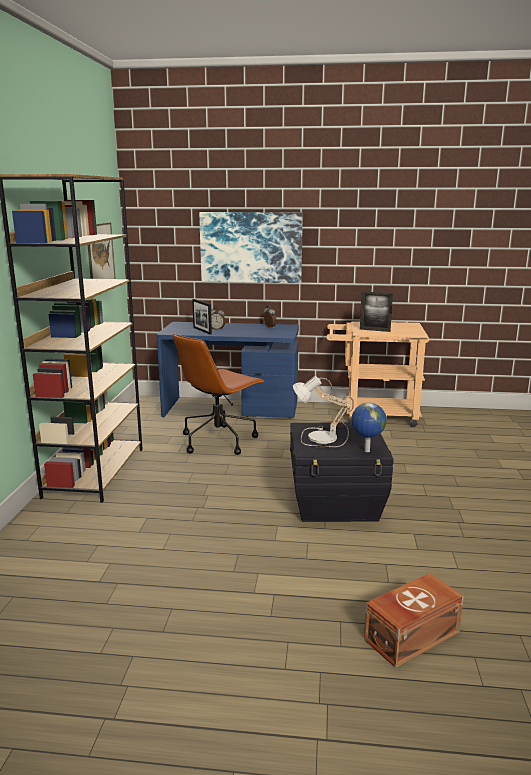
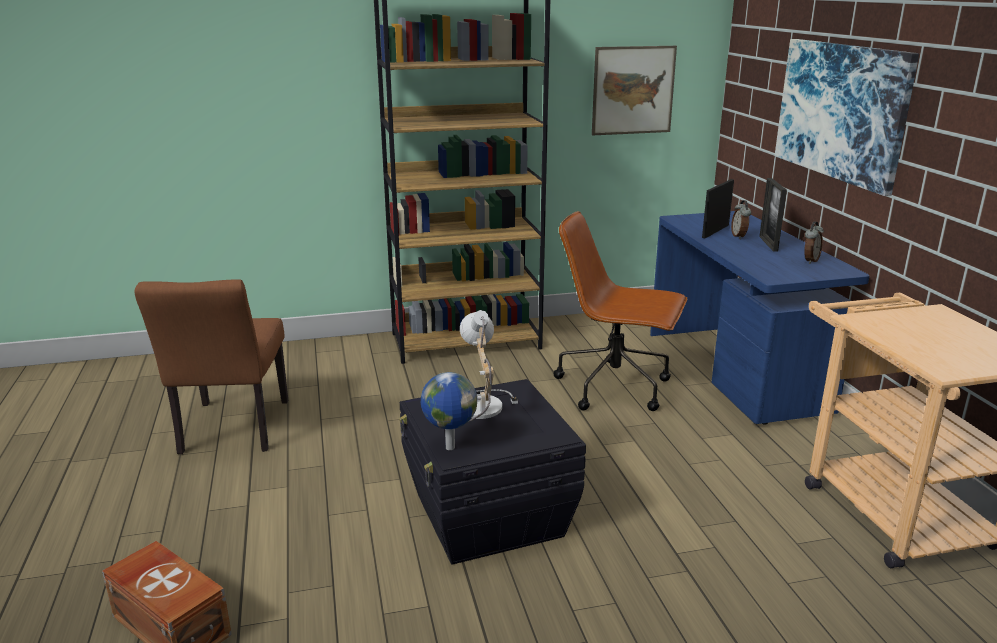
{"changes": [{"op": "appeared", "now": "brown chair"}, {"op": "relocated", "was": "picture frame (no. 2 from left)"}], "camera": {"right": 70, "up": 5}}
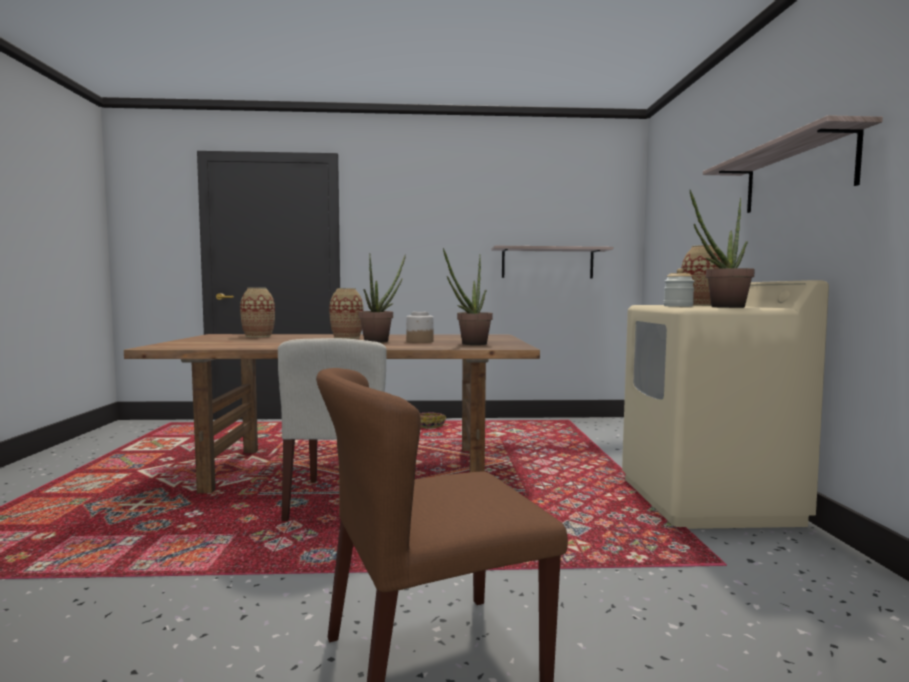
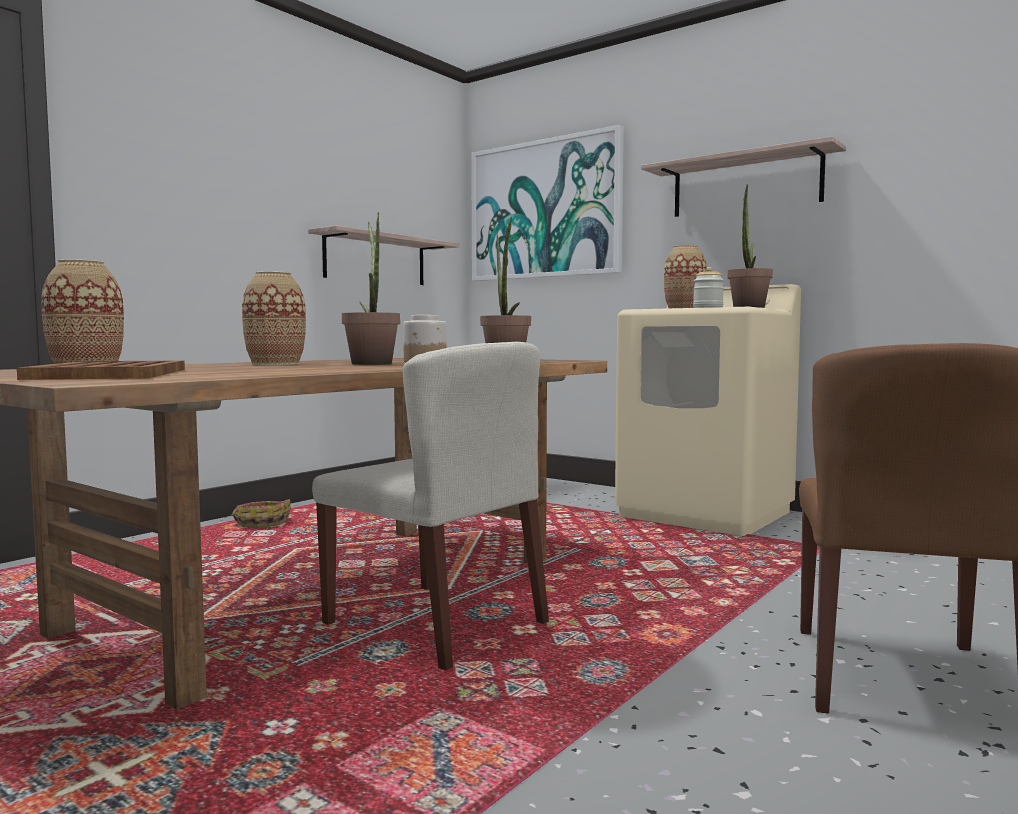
{"changes": [{"op": "appeared", "now": "brown tray"}, {"op": "appeared", "now": "picture"}], "camera": {"right": -50, "up": 0}}
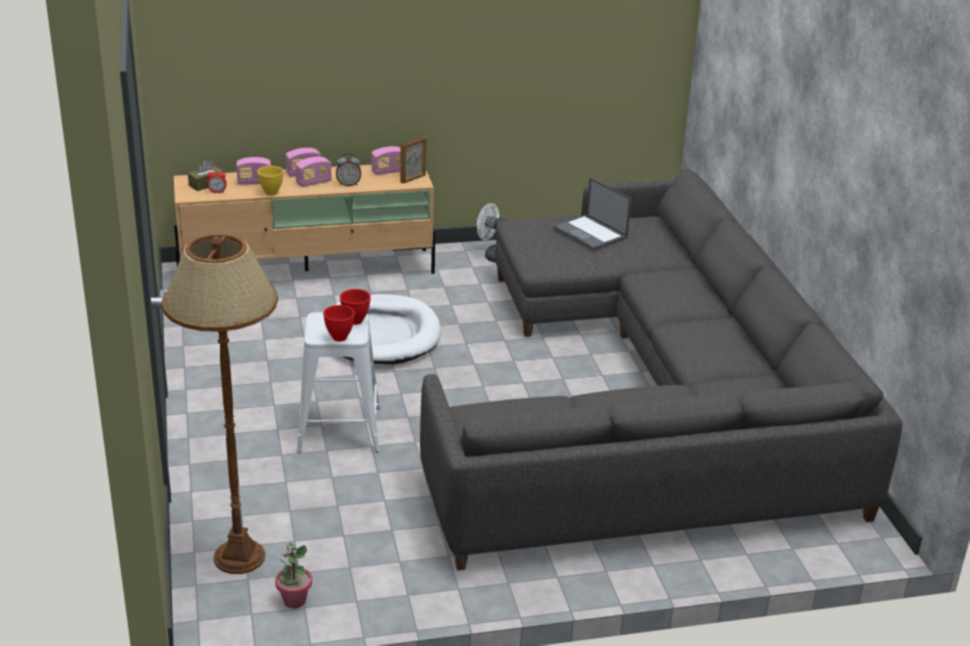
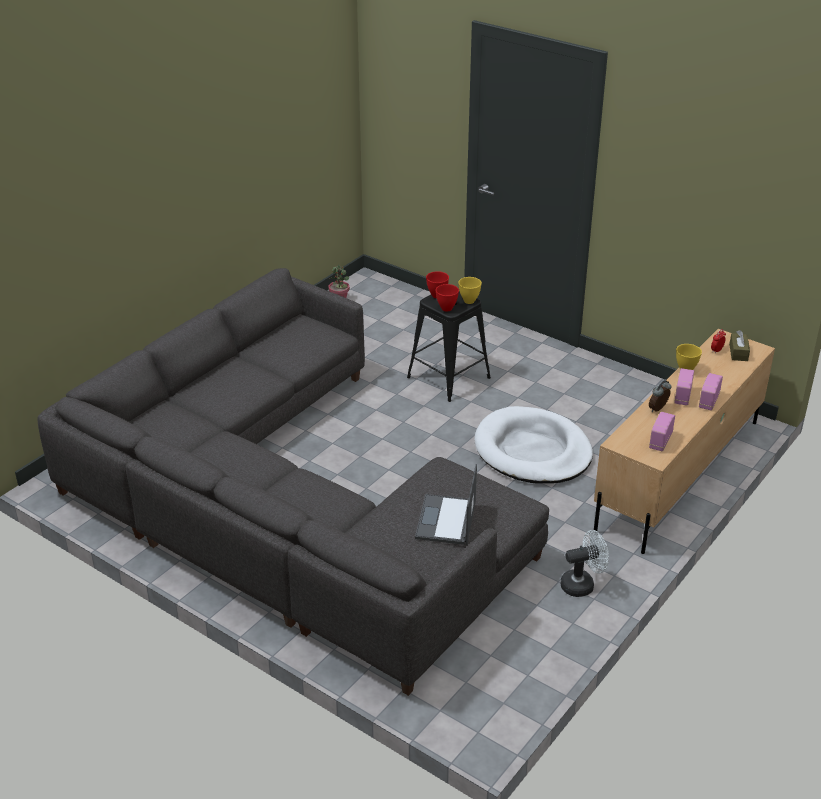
{"changes": [{"op": "colour", "was": "white stool", "now": "black stool"}, {"op": "spun", "was": "laptop", "clockwise": -90}, {"op": "appeared", "now": "yellow bowl (no. 1 from left)"}, {"op": "missing", "was": "brown floor lamp"}, {"op": "missing", "was": "radio (no. 1 from left)"}, {"op": "missing", "was": "picture frame"}], "camera": {"right": 140, "up": 5}}
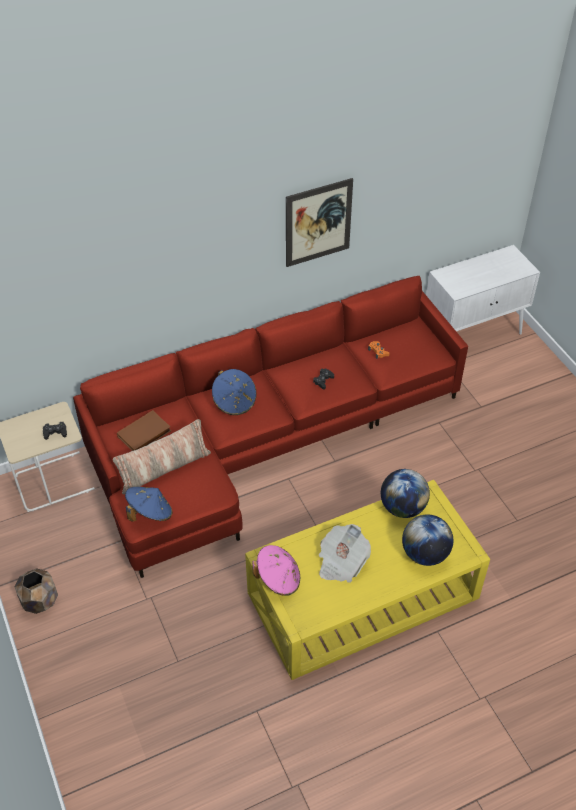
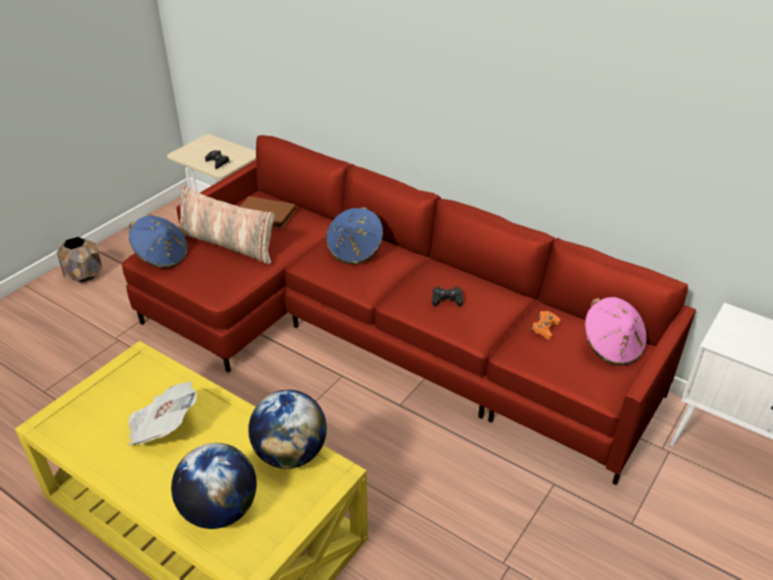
{"changes": [{"op": "relocated", "was": "pink hat"}, {"op": "missing", "was": "picture"}], "camera": {"right": 60, "up": -10}}
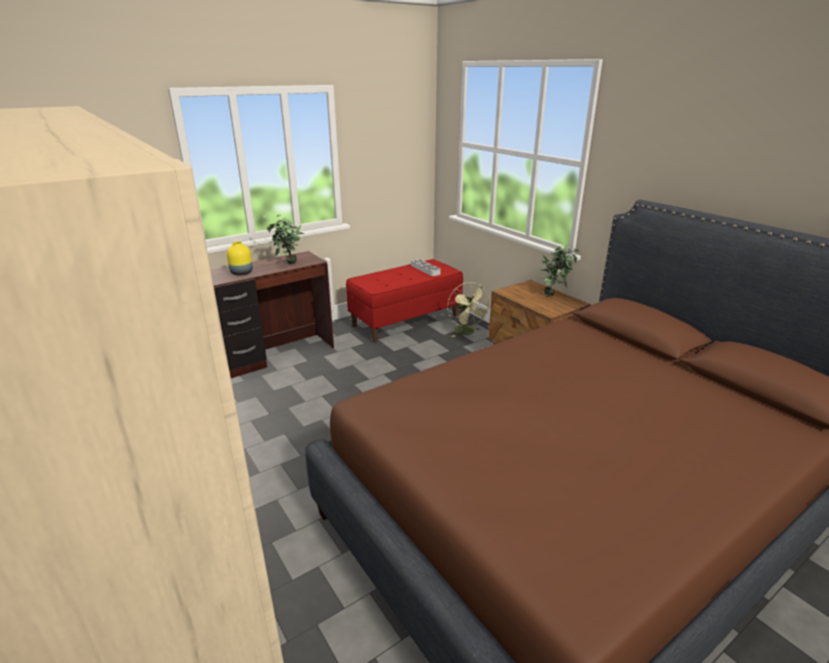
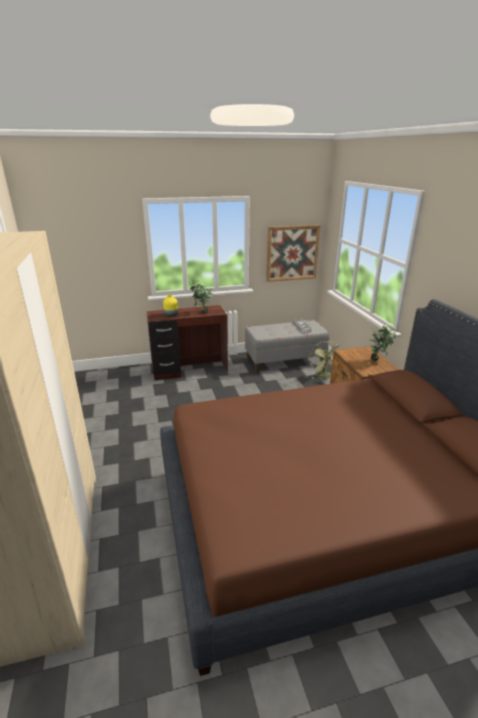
{"changes": [{"op": "colour", "was": "red bench", "now": "grey bench"}, {"op": "appeared", "now": "picture"}], "camera": {"right": 20, "up": 0}}
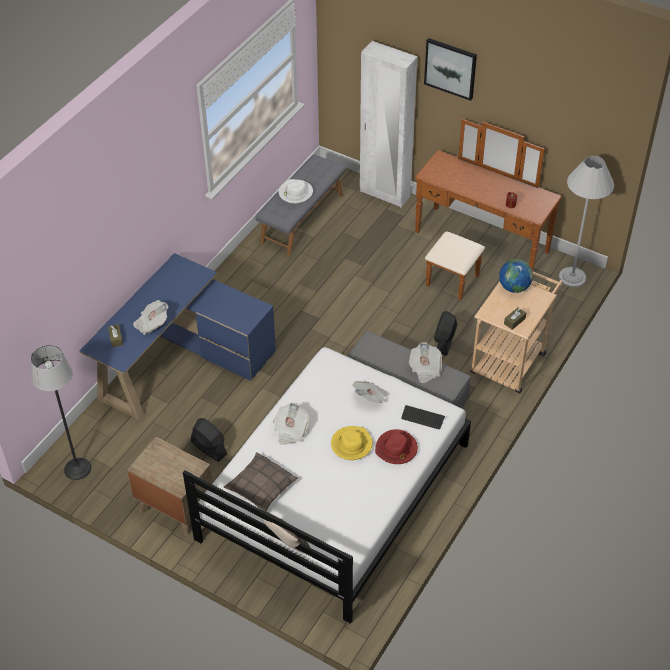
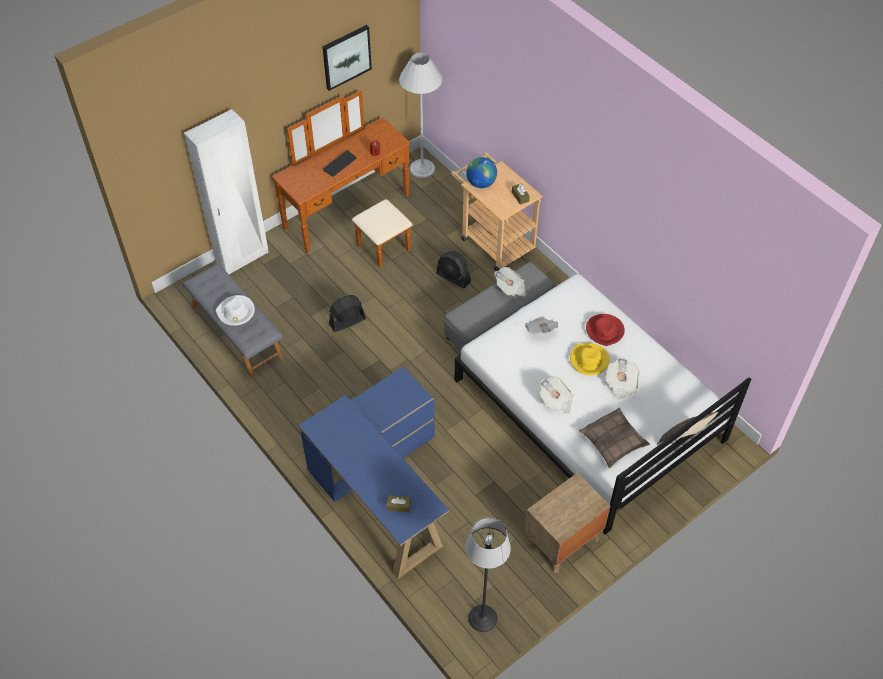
{"changes": [{"op": "relocated", "was": "picture"}, {"op": "relocated", "was": "keyboard"}, {"op": "relocated", "was": "black fan (no. 1 from left)"}, {"op": "relocated", "was": "newspaper (no. 1 from left in the first image)", "now": "newspaper (no. 4 from left)"}], "camera": {"right": -70, "up": 5}}
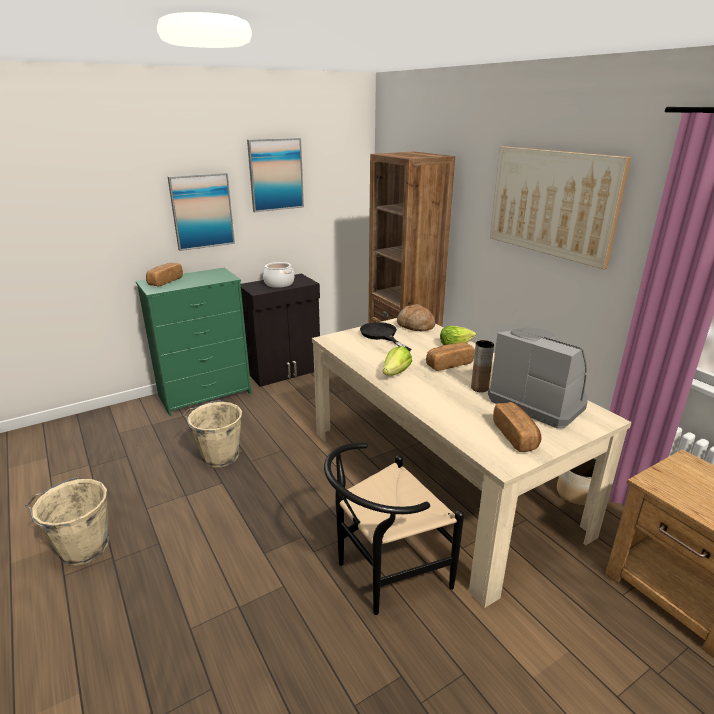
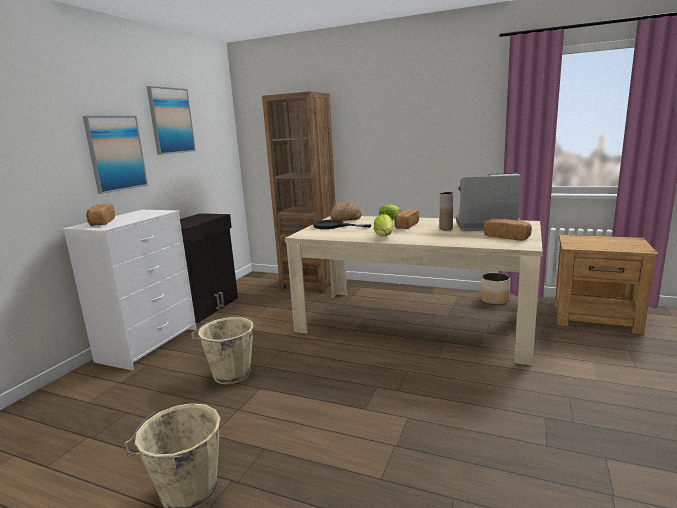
{"changes": [{"op": "colour", "was": "green dresser", "now": "white dresser"}, {"op": "missing", "was": "cooking pot"}, {"op": "missing", "was": "black chair"}, {"op": "missing", "was": "picture (no. 3 from left)"}], "camera": {"right": -35, "up": -10}}
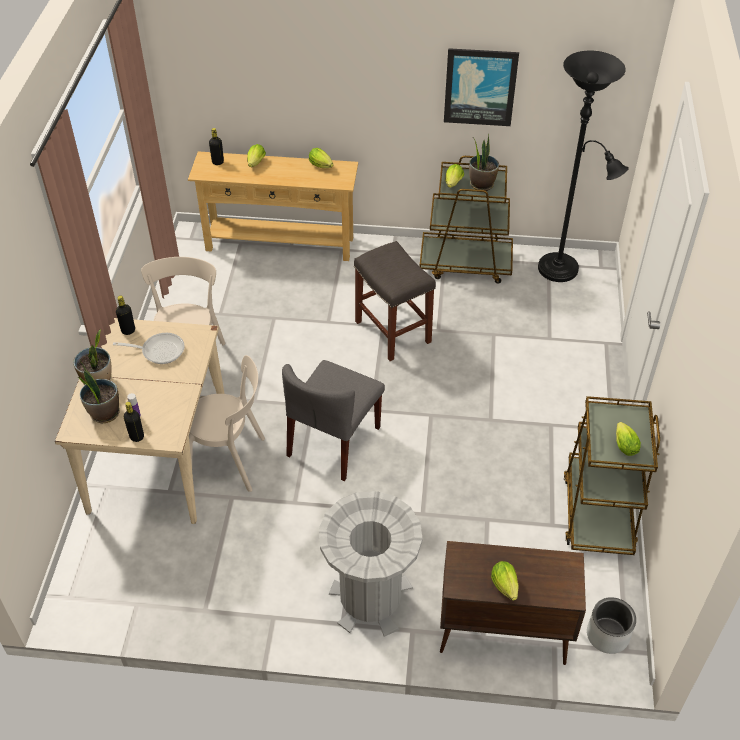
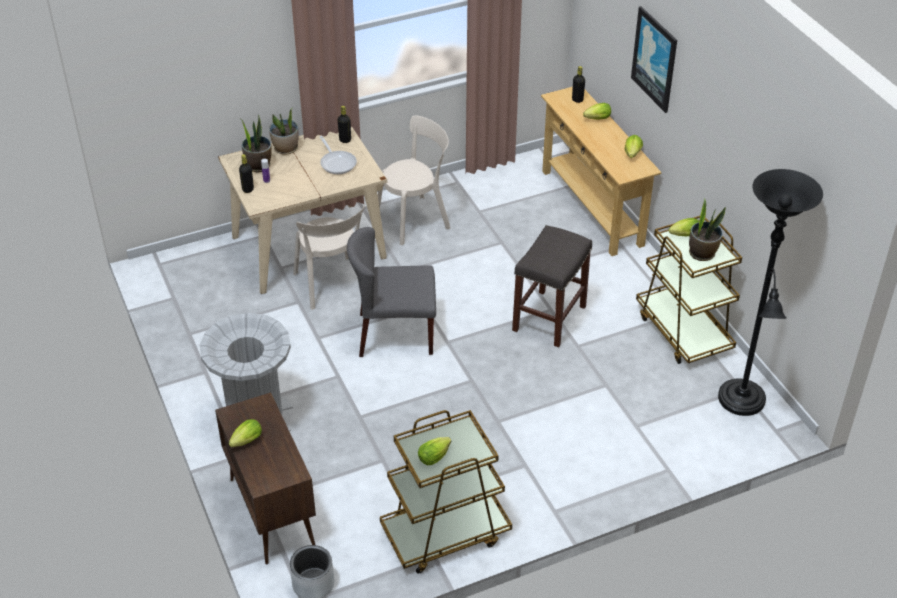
{"changes": [{"op": "relocated", "was": "picture"}], "camera": {"right": 60, "up": -5}}
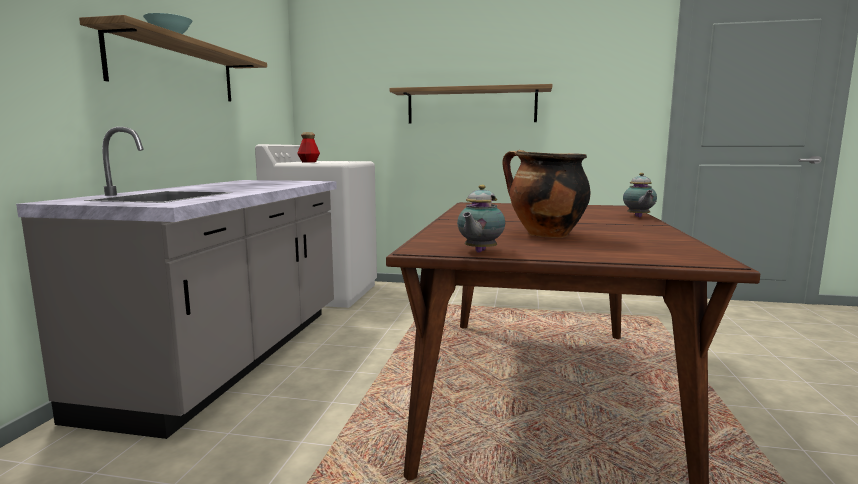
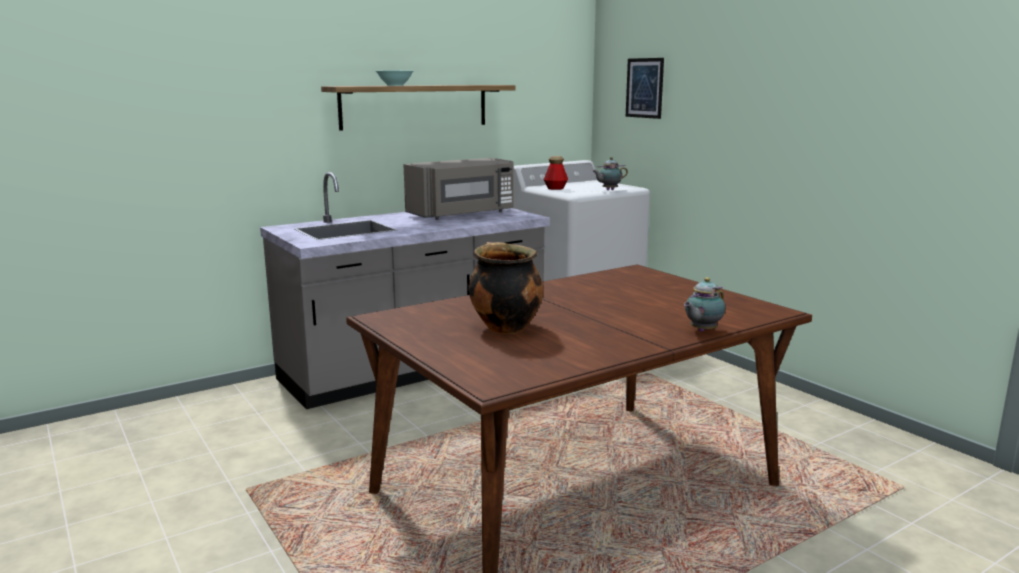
{"changes": [{"op": "appeared", "now": "grey microwave"}, {"op": "relocated", "was": "teapot (no. 1 from left)"}, {"op": "appeared", "now": "picture"}, {"op": "missing", "was": "shelf (no. 2 from left)"}], "camera": {"right": 45, "up": 5}}
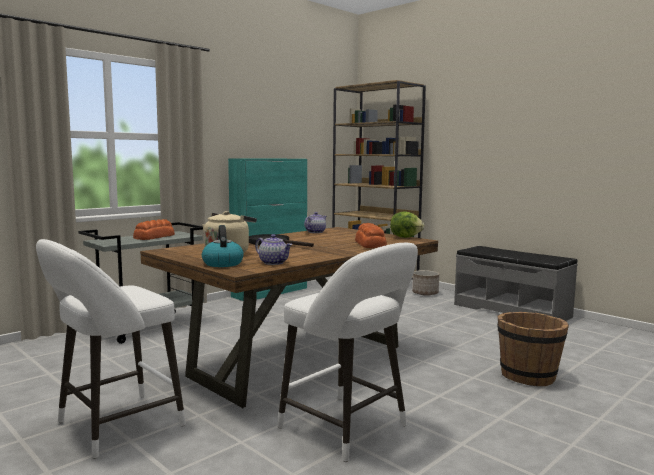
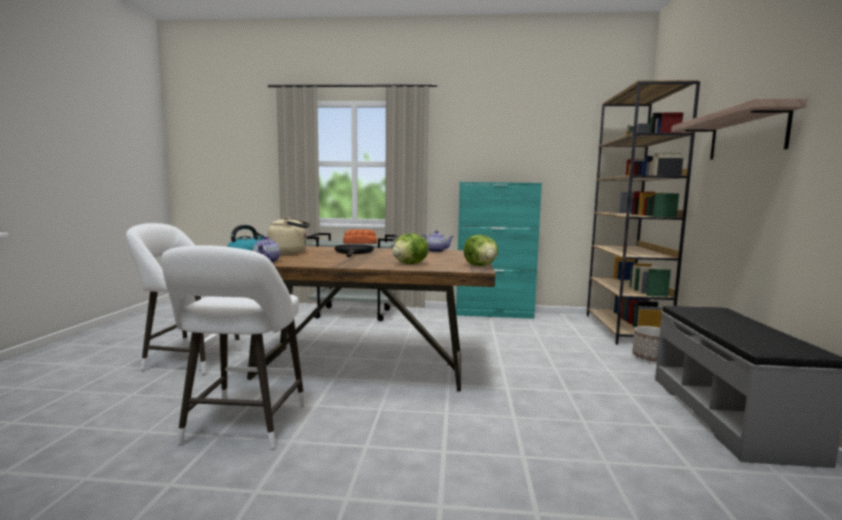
{"changes": [{"op": "exchanged", "was": "bread (no. 2 from left)", "now": "lettuce (no. 1 from left)"}, {"op": "appeared", "now": "shelf"}, {"op": "missing", "was": "brown bucket"}], "camera": {"right": 50, "up": 0}}
